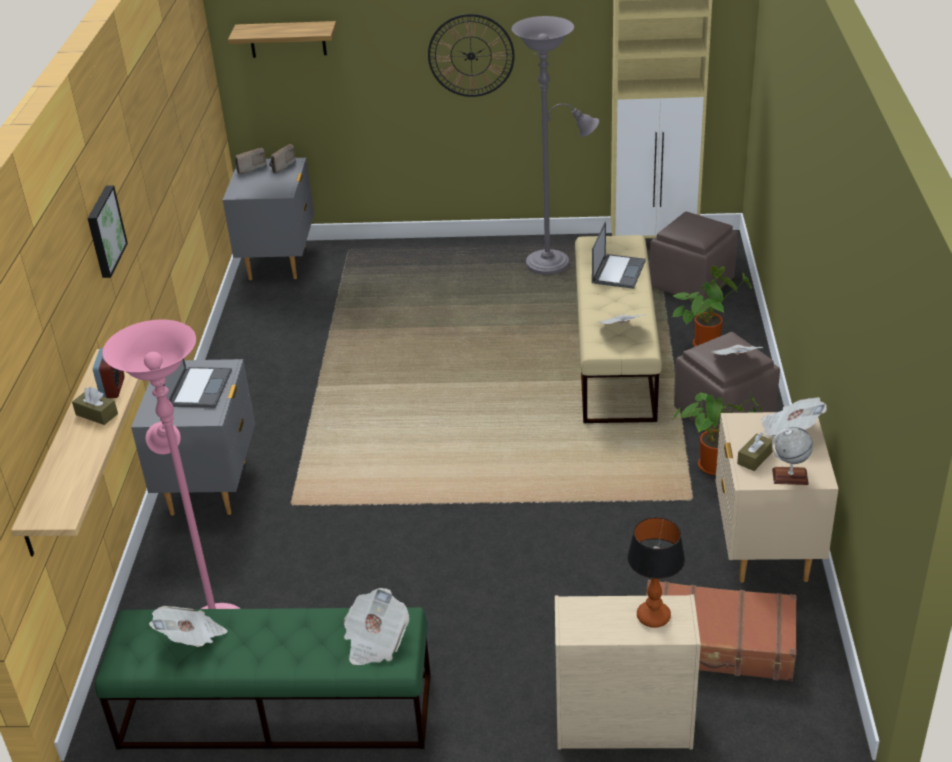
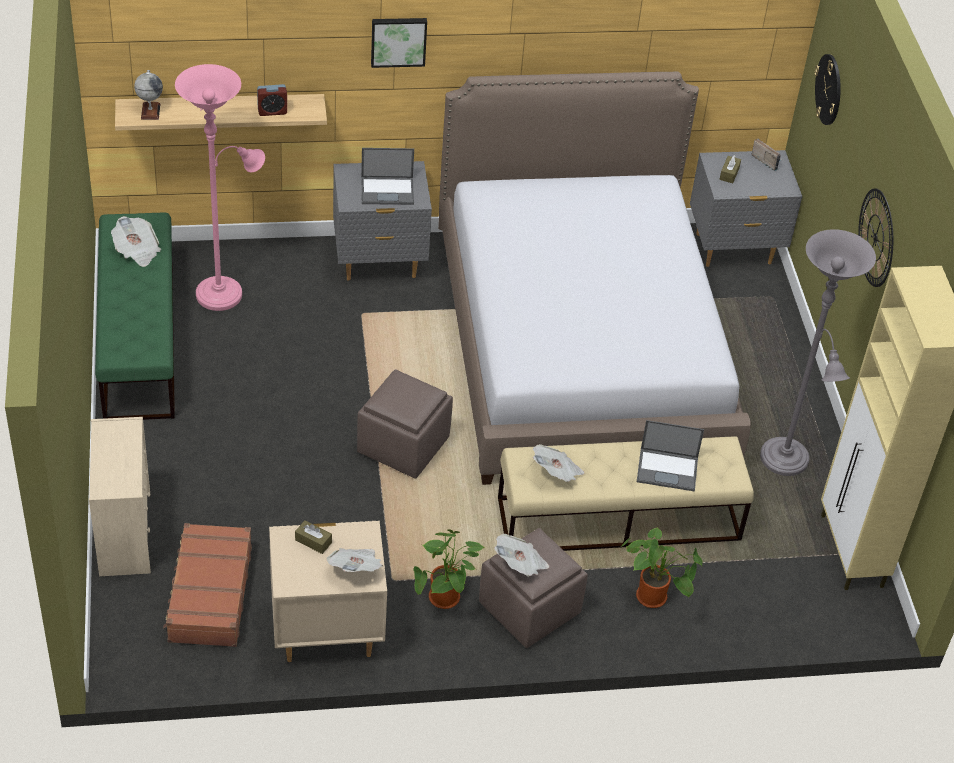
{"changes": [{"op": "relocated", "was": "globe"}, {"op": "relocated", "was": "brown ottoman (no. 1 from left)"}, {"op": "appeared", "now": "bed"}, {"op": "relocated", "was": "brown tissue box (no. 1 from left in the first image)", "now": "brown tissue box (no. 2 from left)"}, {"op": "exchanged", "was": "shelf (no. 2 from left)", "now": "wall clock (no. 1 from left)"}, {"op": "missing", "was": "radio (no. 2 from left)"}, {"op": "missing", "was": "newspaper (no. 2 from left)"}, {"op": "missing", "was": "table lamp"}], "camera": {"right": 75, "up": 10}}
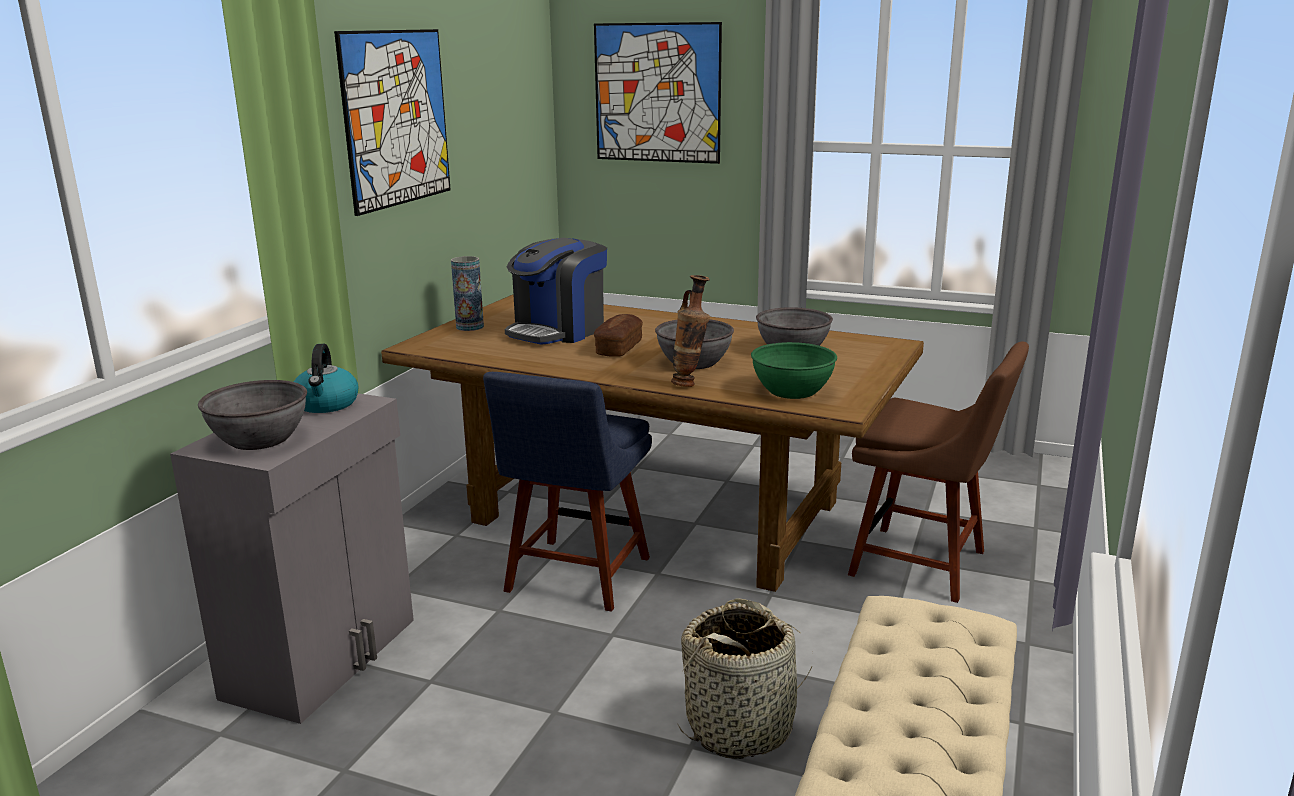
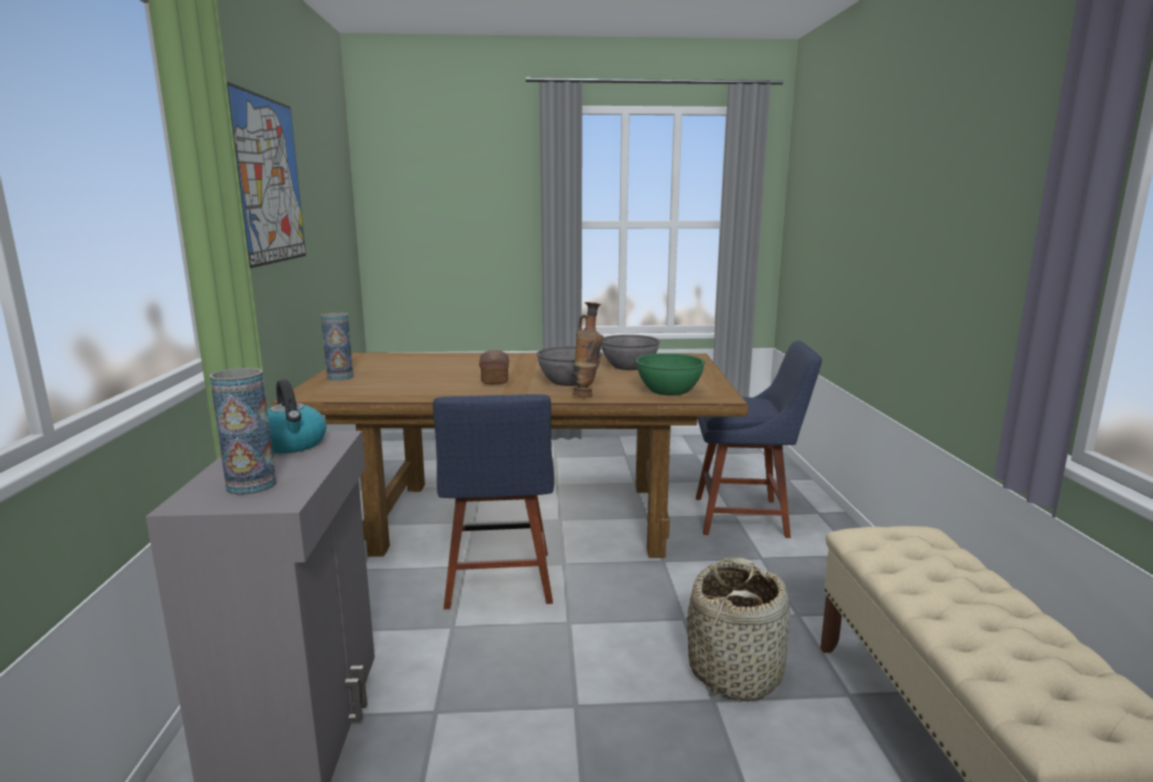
{"changes": [{"op": "exchanged", "was": "grey bowl (no. 1 from left)", "now": "vase (no. 1 from left)"}, {"op": "colour", "was": "brown chair", "now": "blue chair (no. 2 from left)"}, {"op": "missing", "was": "coffee machine"}, {"op": "missing", "was": "picture (no. 2 from left)"}], "camera": {"right": -25, "up": -5}}
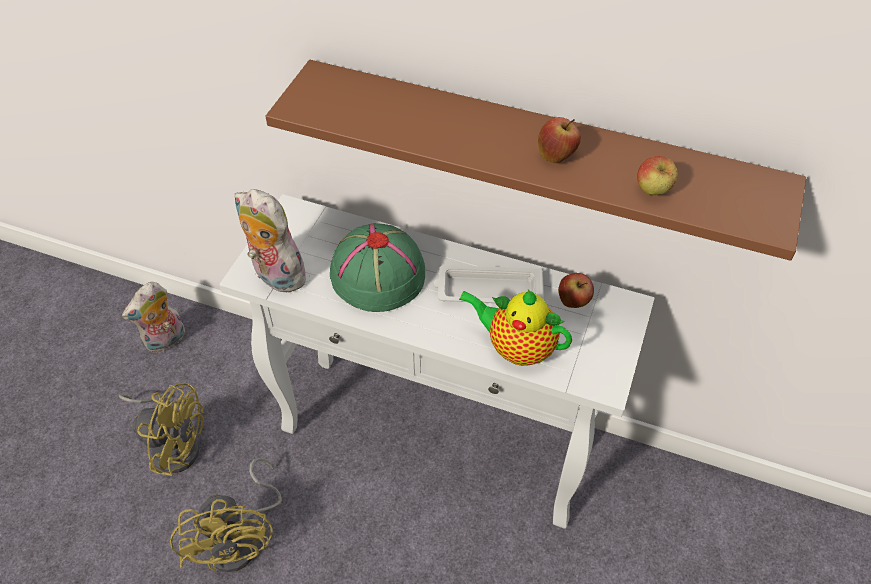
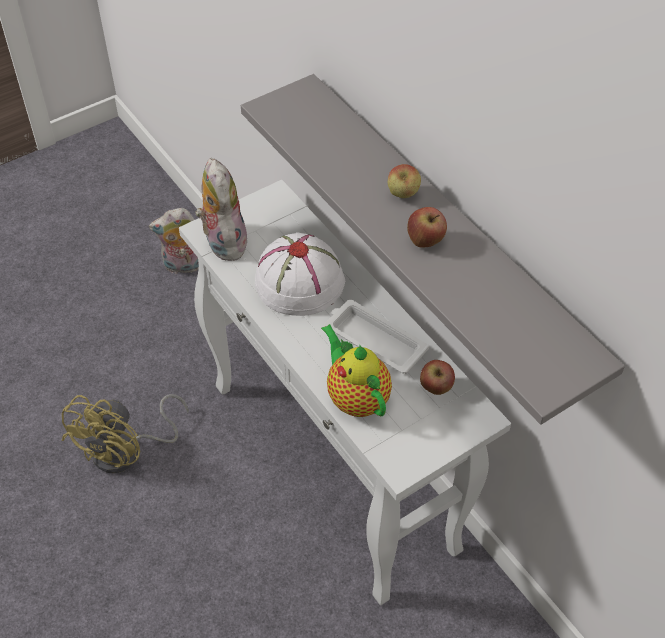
{"changes": [{"op": "colour", "was": "brown shelf", "now": "grey shelf"}, {"op": "colour", "was": "green hat", "now": "white hat"}, {"op": "relocated", "was": "apple (no. 3 from left in the first image)", "now": "apple (no. 1 from left)"}, {"op": "missing", "was": "yellow fan (no. 1 from left)"}], "camera": {"right": 35, "up": 0}}
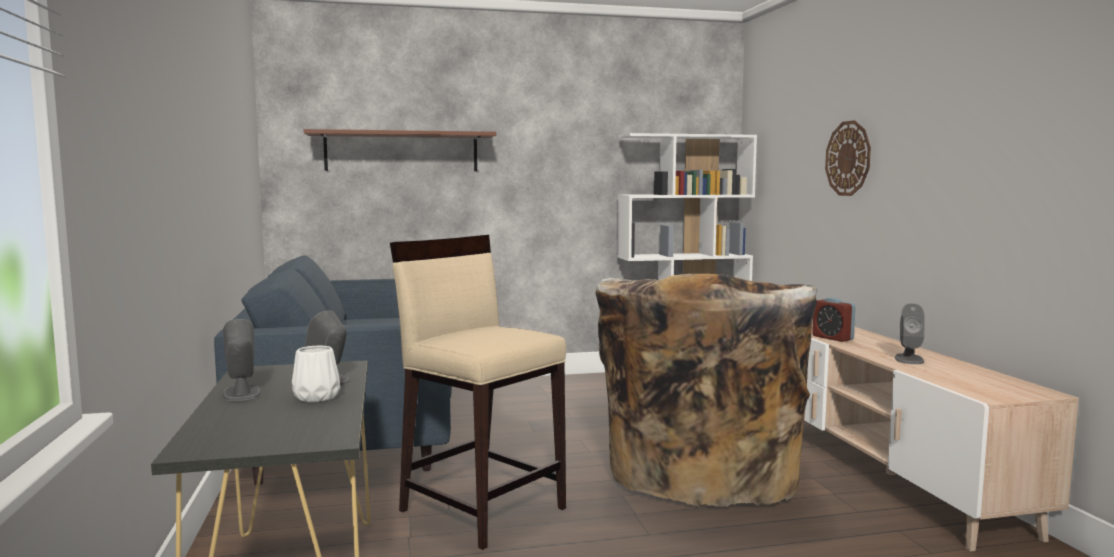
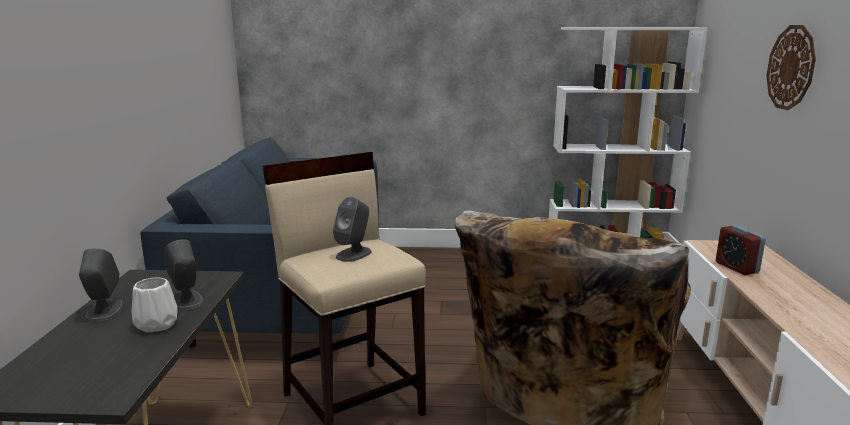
{"changes": [{"op": "relocated", "was": "grey speaker (no. 3 from left)"}, {"op": "missing", "was": "brown shelf"}], "camera": {"right": 15, "up": 10}}
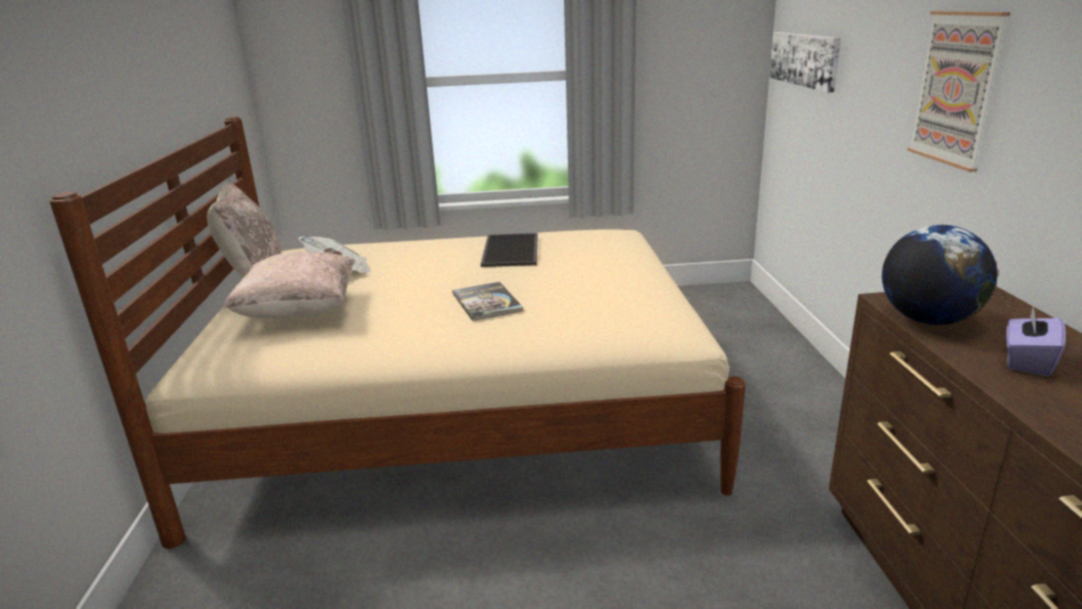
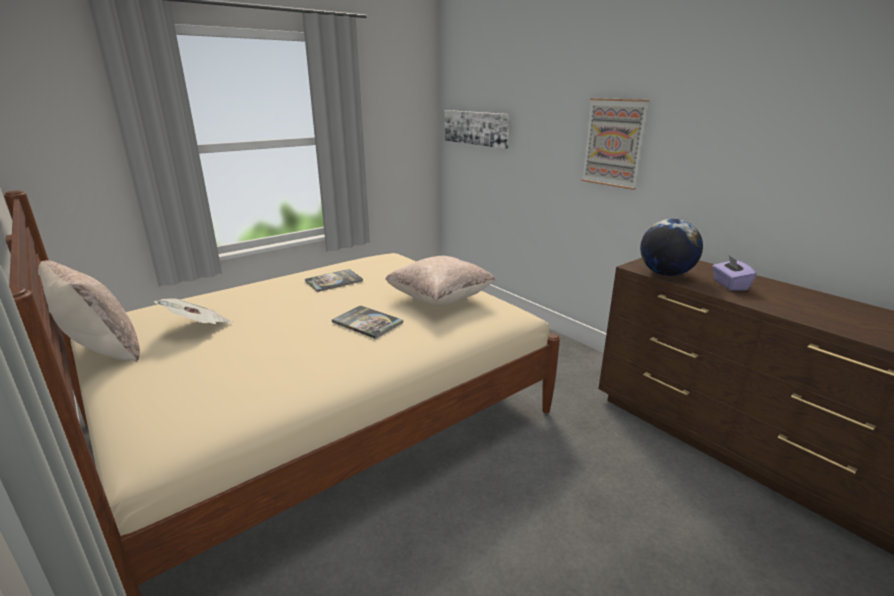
{"changes": [{"op": "exchanged", "was": "tray", "now": "book (no. 1 from left)"}, {"op": "relocated", "was": "beige pillow (no. 2 from left)"}], "camera": {"right": -35, "up": 0}}
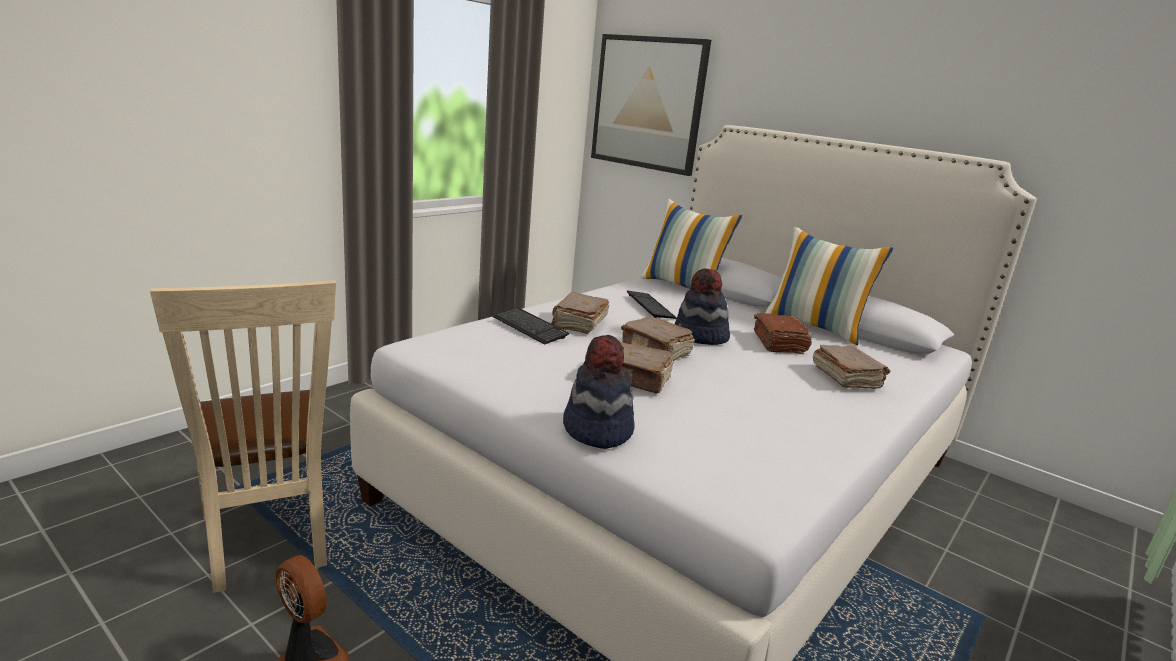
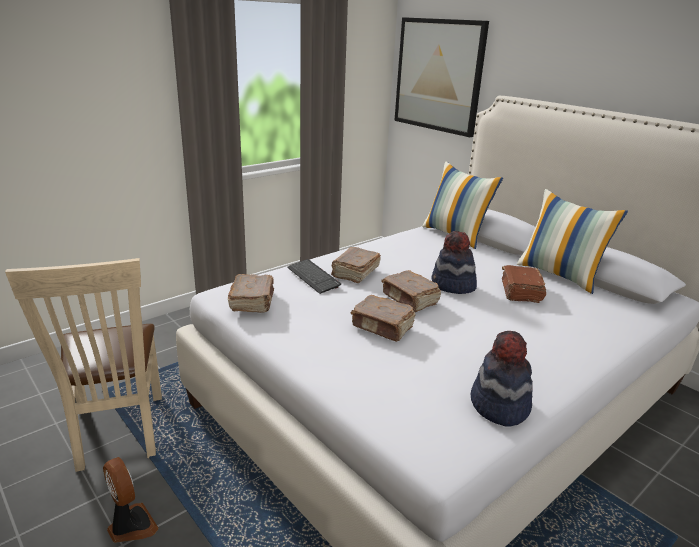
{"changes": [{"op": "relocated", "was": "brown book (no. 5 from left in the first image)", "now": "brown book (no. 1 from left)"}, {"op": "relocated", "was": "hat (no. 1 from left in the first image)", "now": "hat (no. 2 from left)"}, {"op": "missing", "was": "keyboard (no. 2 from left)"}], "camera": {"right": 10, "up": 5}}
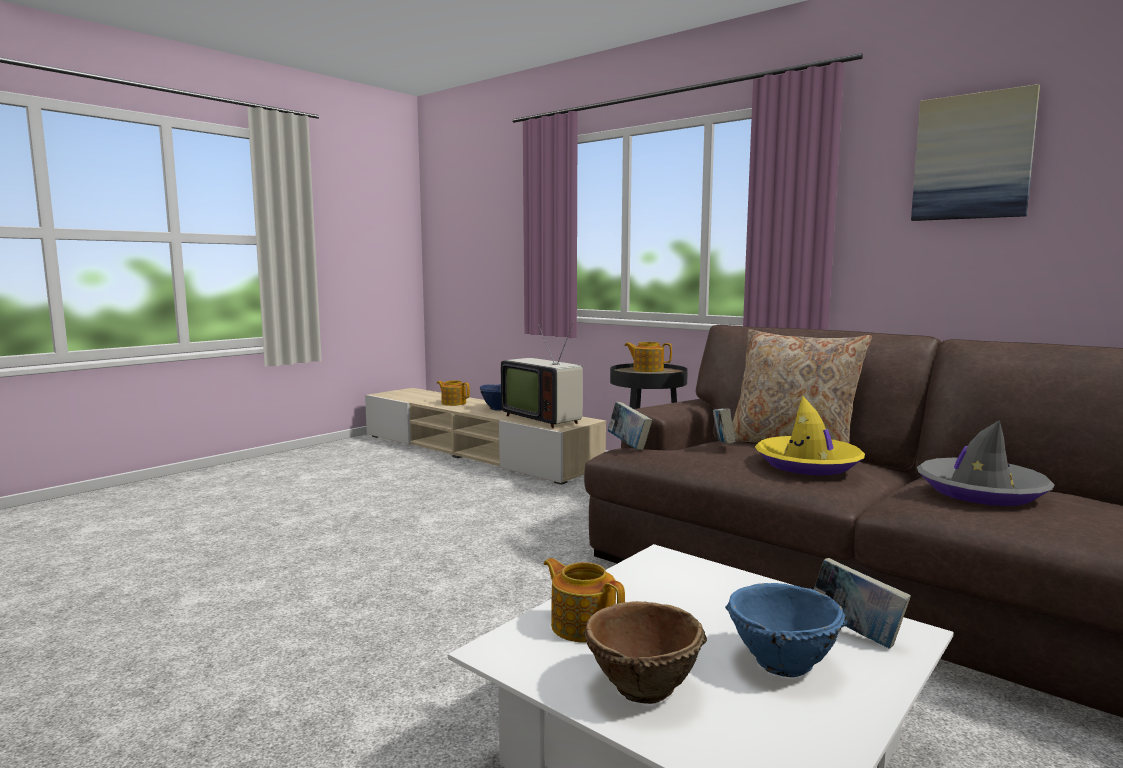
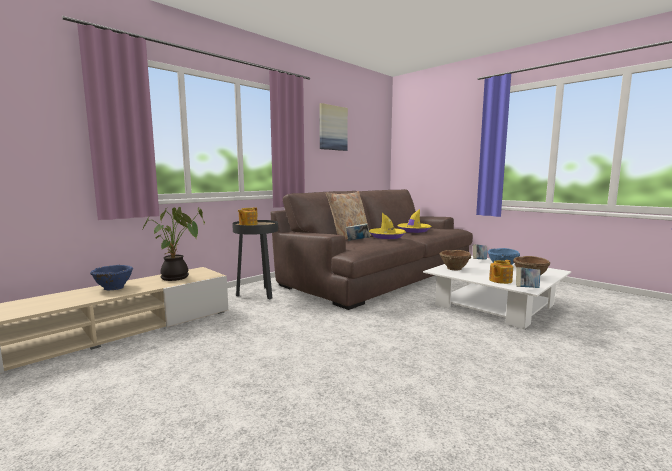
{"changes": [{"op": "exchanged", "was": "television", "now": "potted plant"}, {"op": "colour", "was": "grey hat", "now": "yellow hat (no. 2 from left)"}, {"op": "appeared", "now": "brown bowl (no. 1 from left)"}, {"op": "relocated", "was": "book (no. 1 from left in the first image)", "now": "book (no. 3 from left)"}, {"op": "missing", "was": "teapot (no. 1 from left)"}], "camera": {"right": -85, "up": 0}}
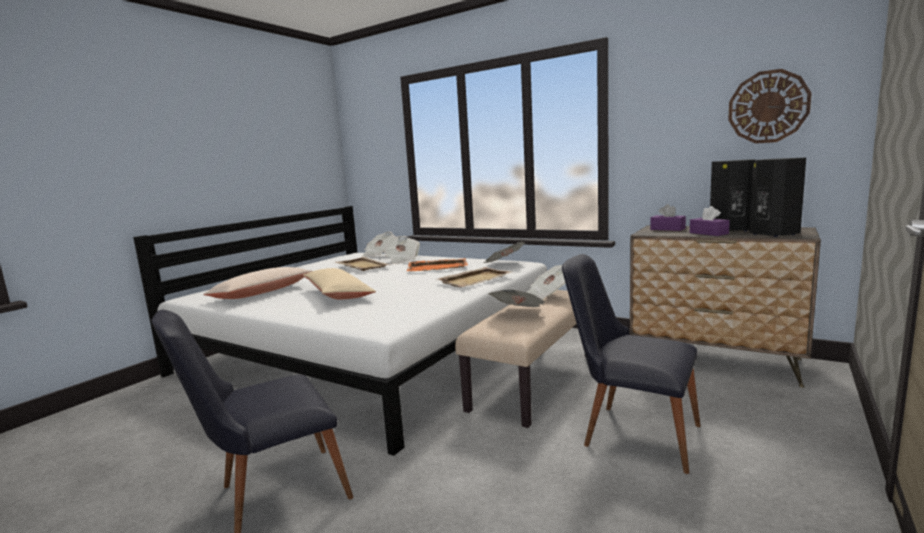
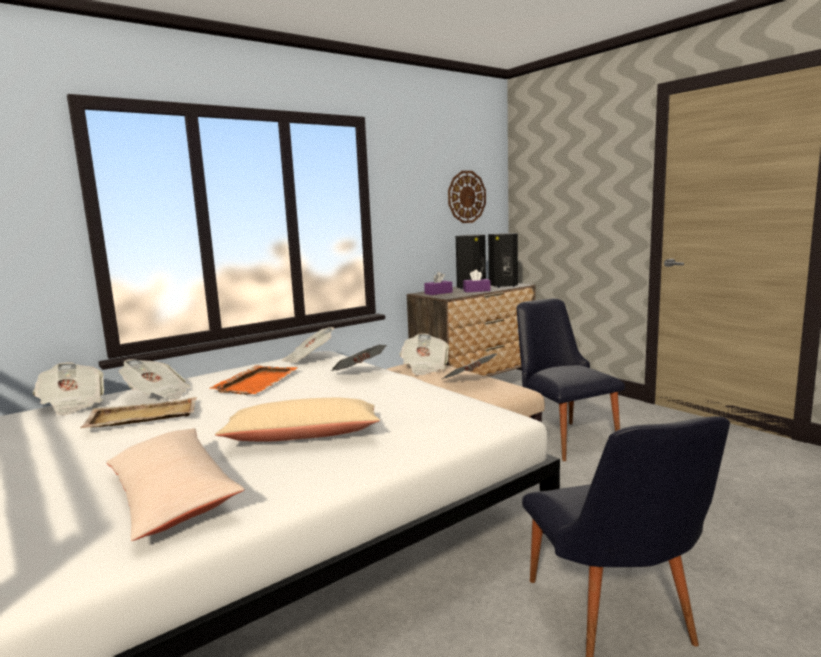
{"changes": [{"op": "exchanged", "was": "beige tray (no. 2 from left)", "now": "newspaper (no. 4 from left)"}, {"op": "spun", "was": "black chair (no. 2 from left in the first image)", "clockwise": 105}], "camera": {"right": -70, "up": 0}}
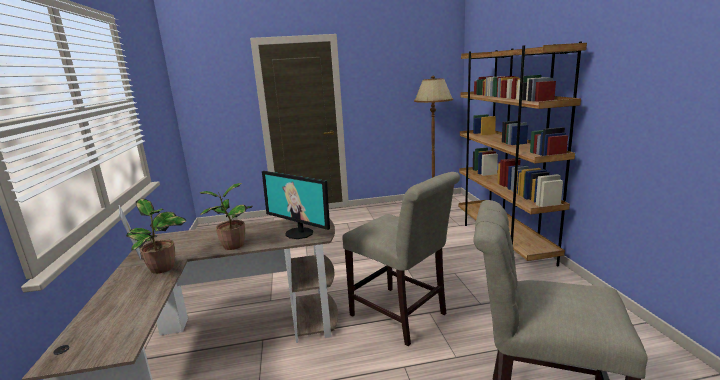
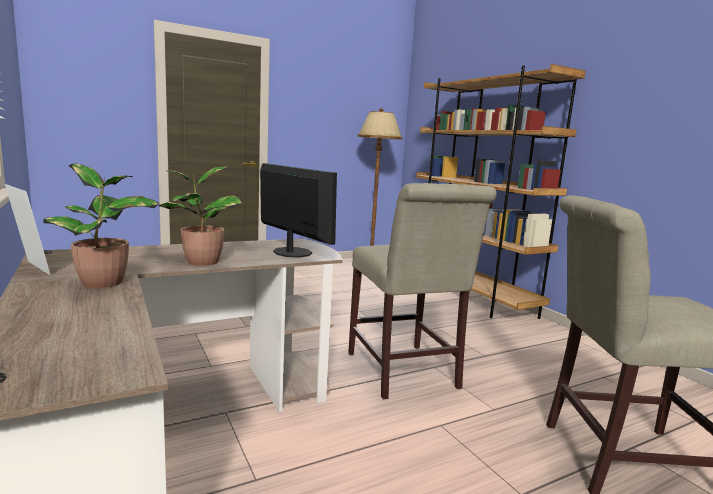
{"changes": [{"op": "spun", "was": "monitor", "clockwise": -150}, {"op": "spun", "was": "beige chair (no. 1 from left)", "clockwise": 45}], "camera": {"right": -20, "up": -5}}
